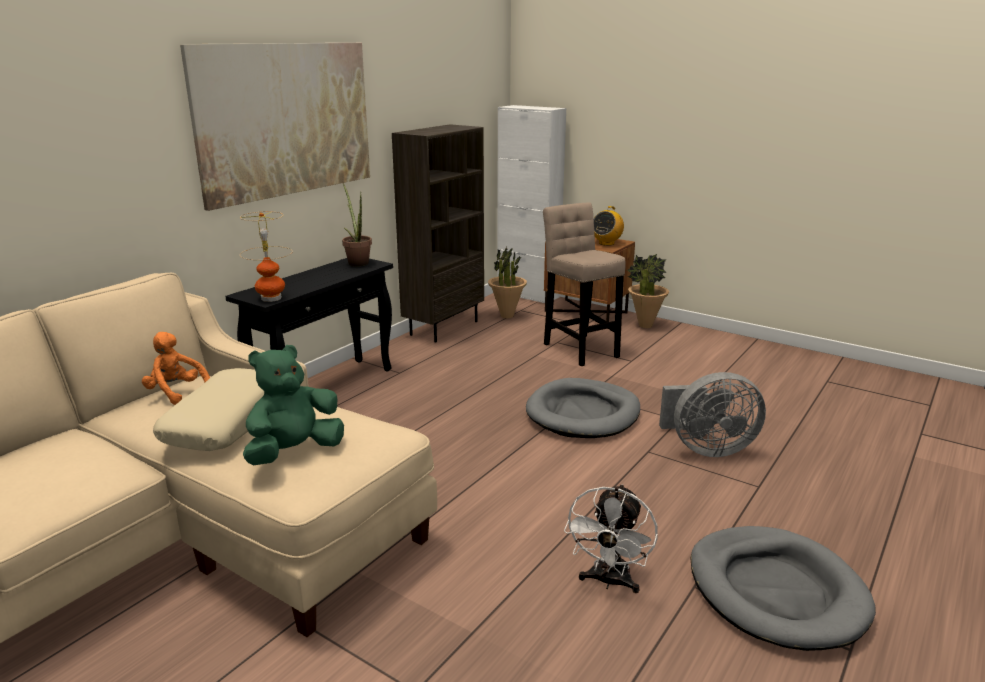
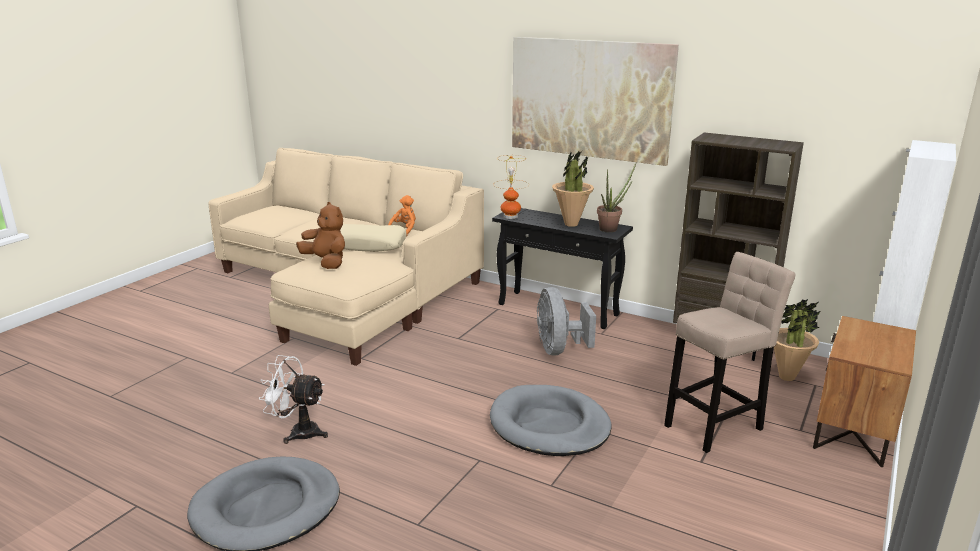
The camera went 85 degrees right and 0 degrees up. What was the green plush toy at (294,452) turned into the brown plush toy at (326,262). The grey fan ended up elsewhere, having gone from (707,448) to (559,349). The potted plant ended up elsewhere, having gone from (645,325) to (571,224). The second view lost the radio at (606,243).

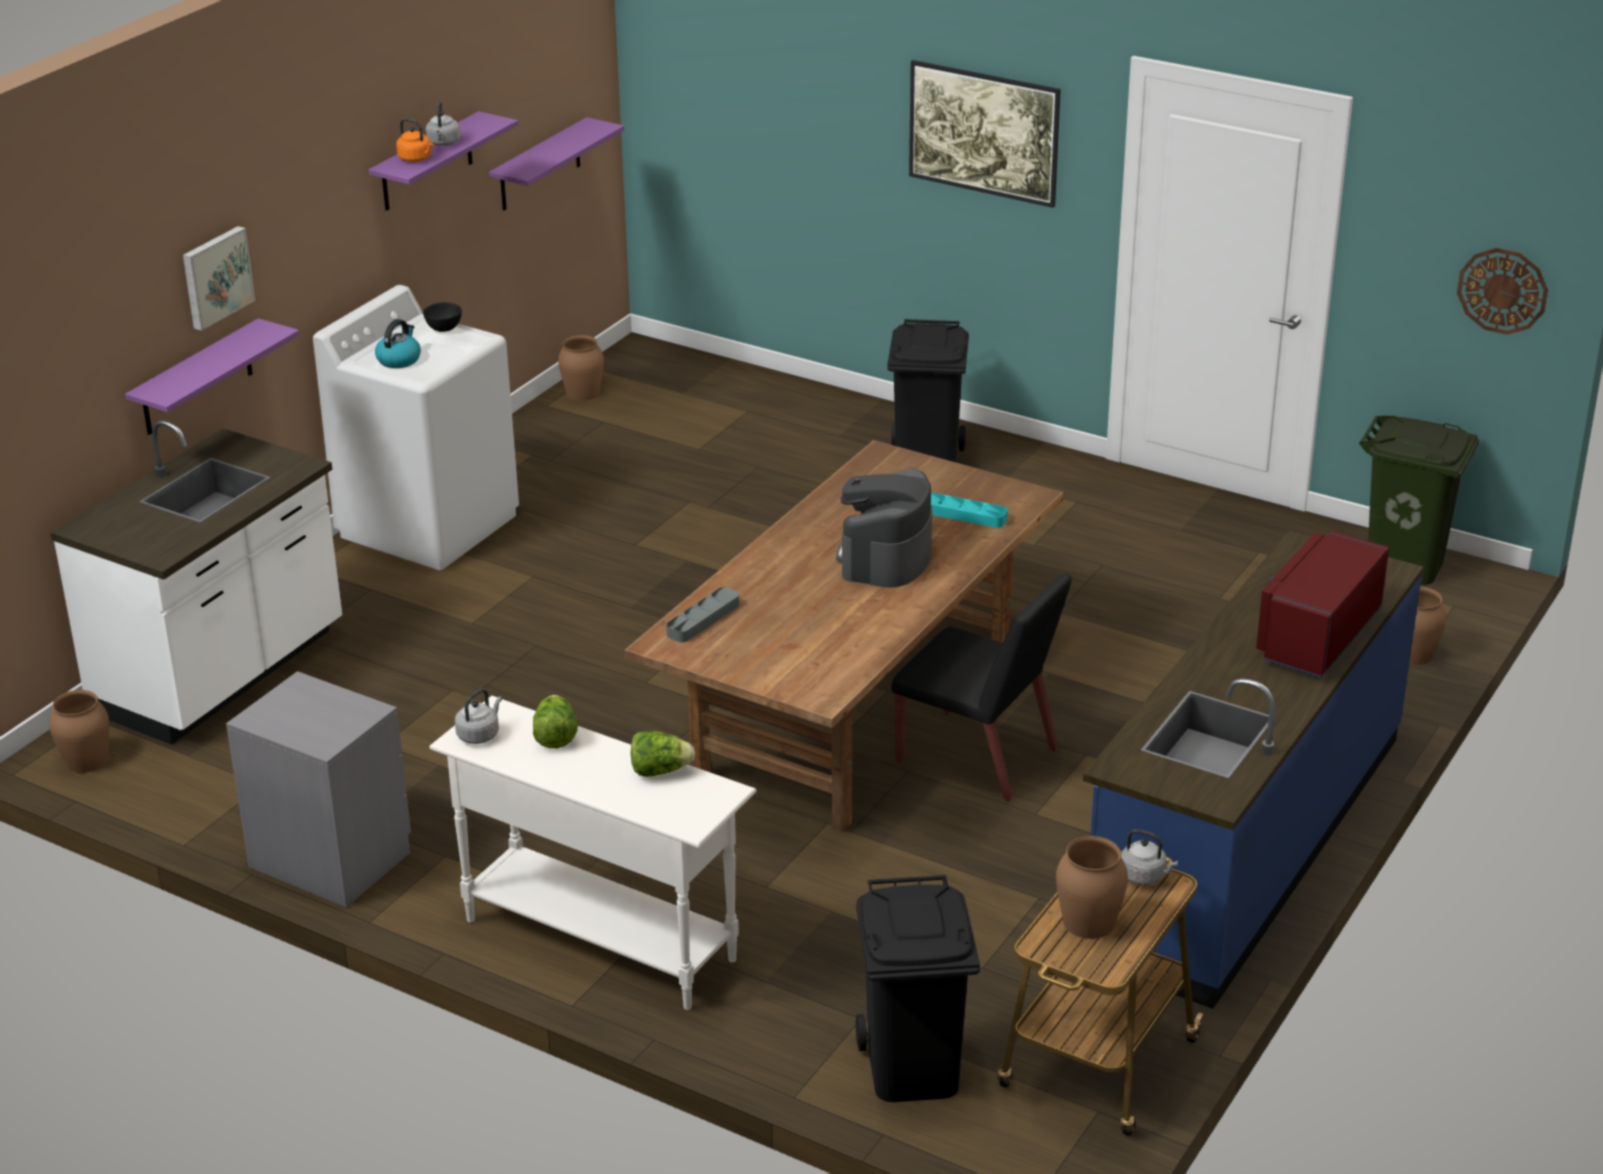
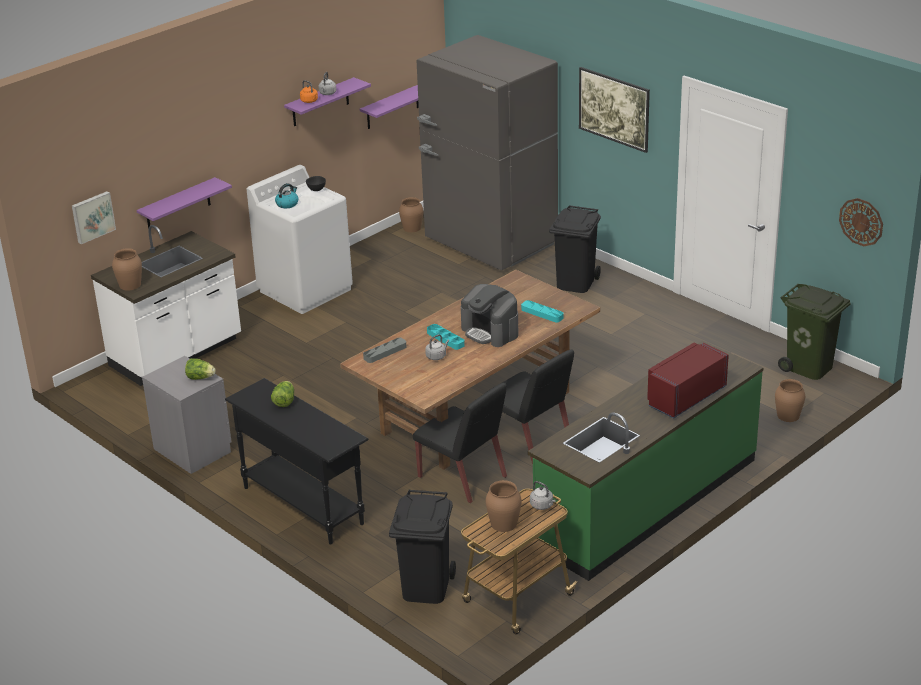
The camera went 15 degrees right and 0 degrees up. The picture ended up elsewhere, having gone from (215,277) to (92,217). The brown vase ended up elsewhere, having gone from (87,760) to (130,285). The lettuce ended up elsewhere, having gone from (660,771) to (200,378). What was the white console table at (599,939) turned into the black console table at (303,505). The second view gained the black chair at (463,477). The second view gained the grey fridge at (490,243). The grey kettle ended up elsewhere, having gone from (479,734) to (437,356). The second view gained the turquoise tray at (445,339). The coffee machine at (885,558) ended up facing another way, 75 degrees counterclockwise from before. What was the blue counter at (1244,843) turned into the green counter at (646,502).

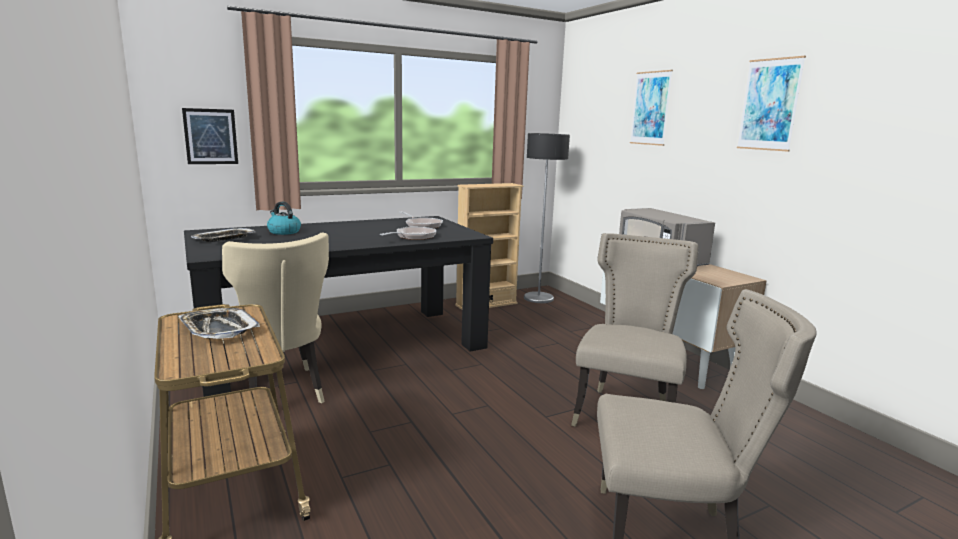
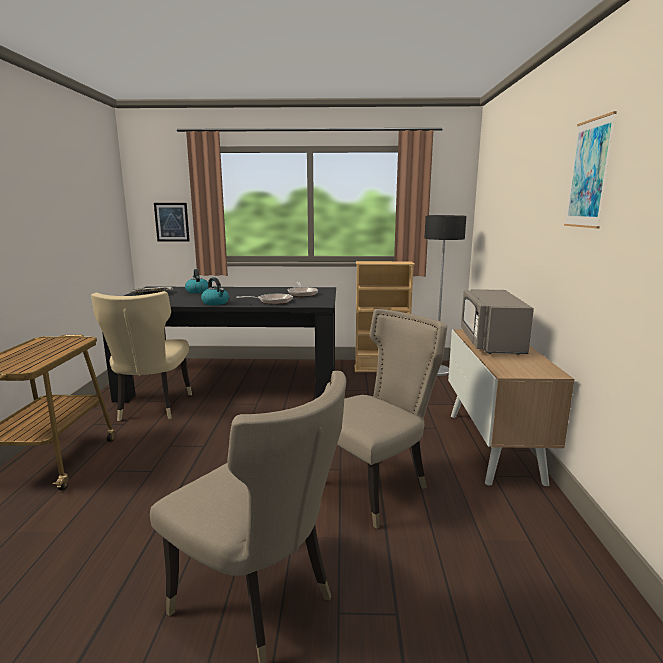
The camera went 30 degrees right and 0 degrees up. The second view gained the kettle at (216,303). The second view lost the tray at (218,329). The second view lost the picture at (650,108).

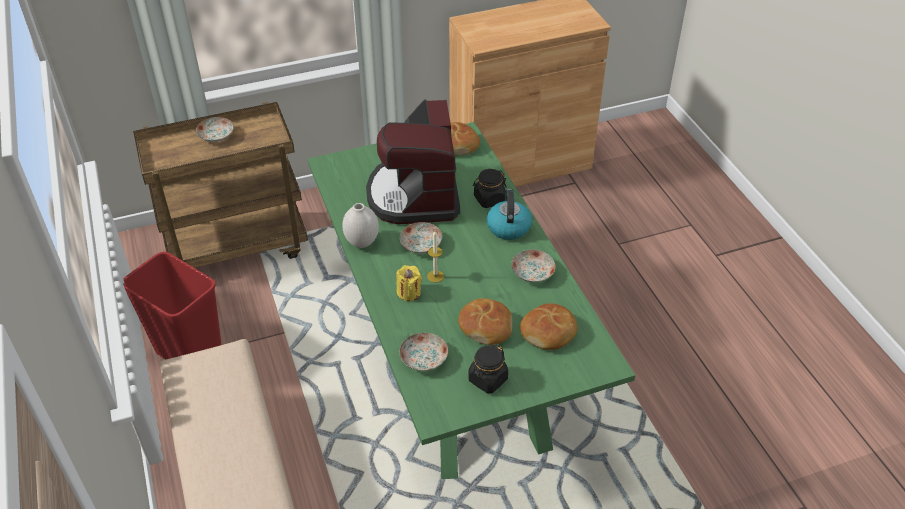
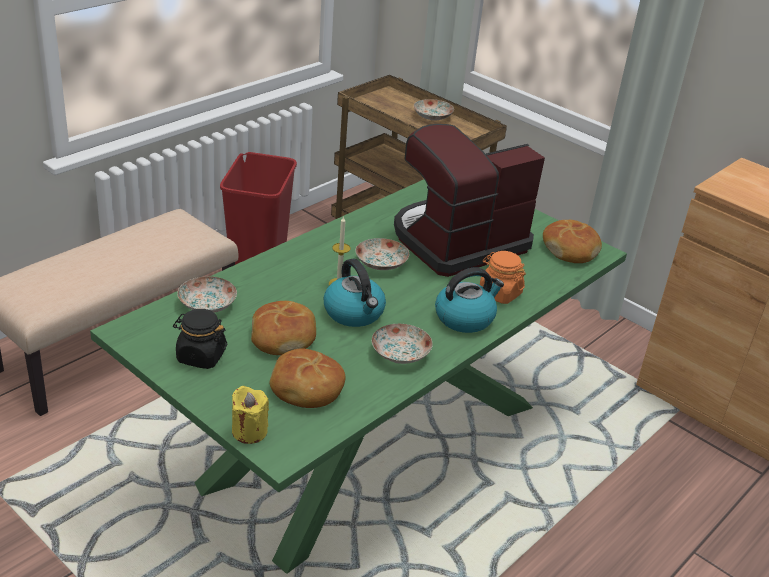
The camera went 60 degrees right and 10 degrees down. The yellow candle ended up elsewhere, having gone from (409,292) to (249,431). The second view gained the kettle at (354,313). What was the black jar at (489,199) turned into the orange jar at (499,293). The second view lost the white vase at (361,243).

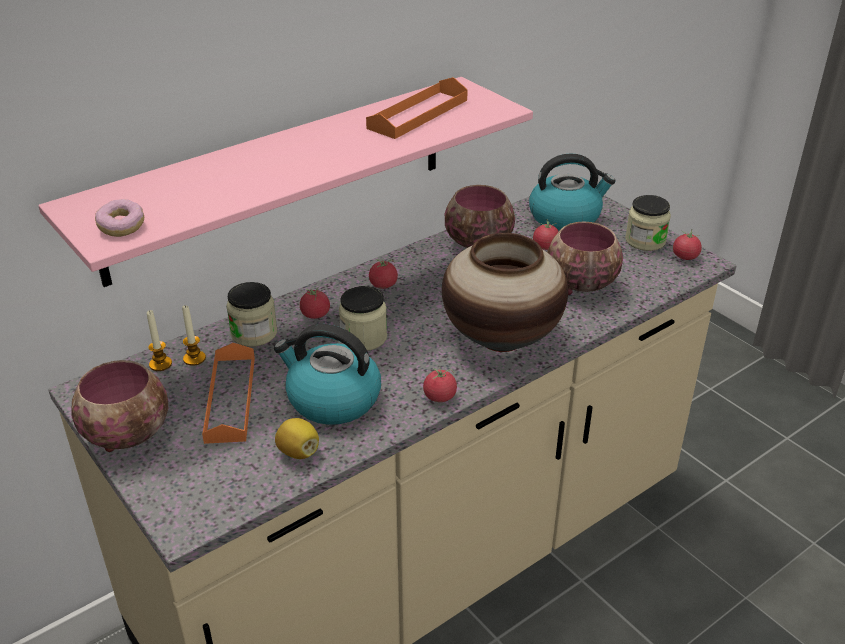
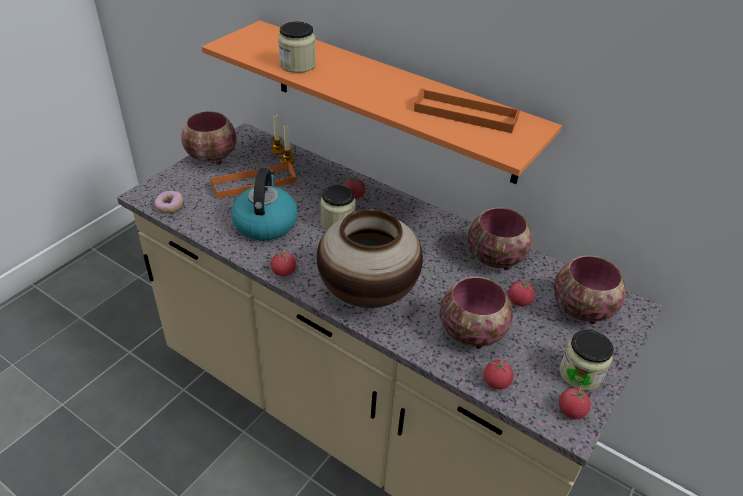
The camera went 70 degrees right and 5 degrees up. The donut ended up elsewhere, having gone from (121,227) to (170,207). What was the pink shelf at (280,178) turned into the orange shelf at (391,100). The jar ended up elsewhere, having gone from (254,333) to (297,65). The tomato ended up elsewhere, having gone from (383,285) to (496,382). Where the kettle stood at (565,217), the bowl came to stand at (581,308). The second view lost the lemon at (298,452).

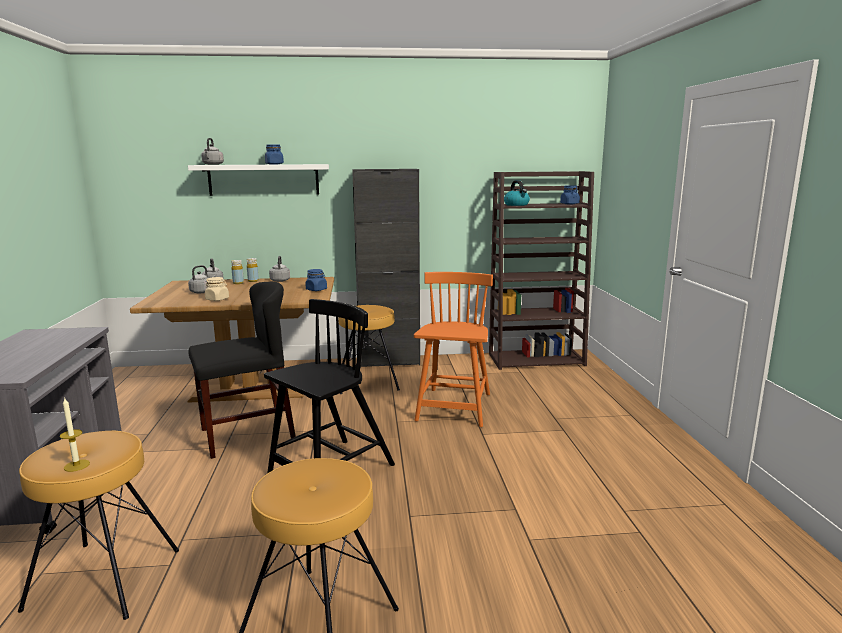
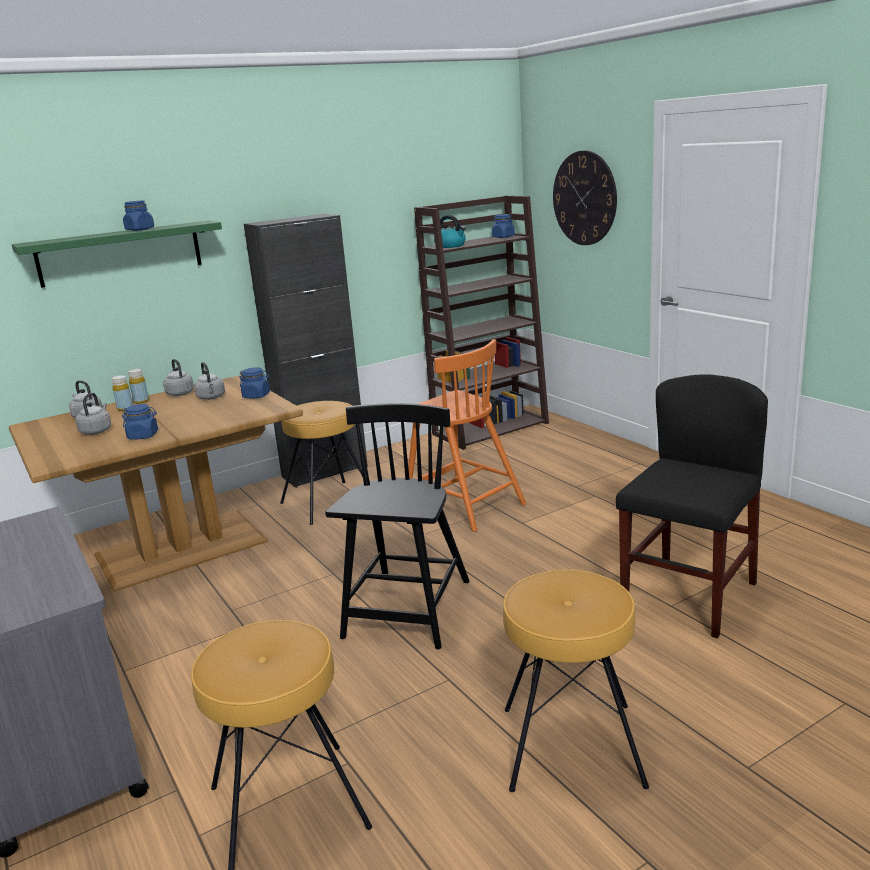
The camera went 25 degrees left and 5 degrees up. What was the white shelf at (263,179) turned into the green shelf at (120,253). What was the beige jar at (217,299) turned into the blue jar at (143,436). The grey kettle ended up elsewhere, having gone from (212,164) to (211,398). The orange chair at (454,408) ended up facing another way, 150 degrees clockwise from before. The second view gained the wall clock at (584,198). The black chair ended up elsewhere, having gone from (247,435) to (689,596). The second view lost the candle at (76,465).

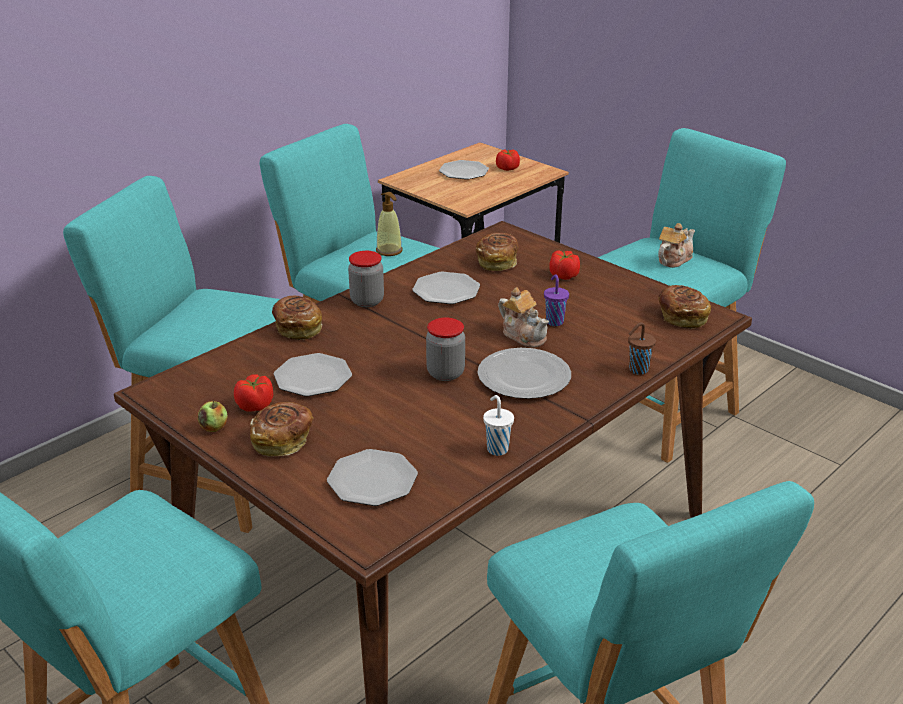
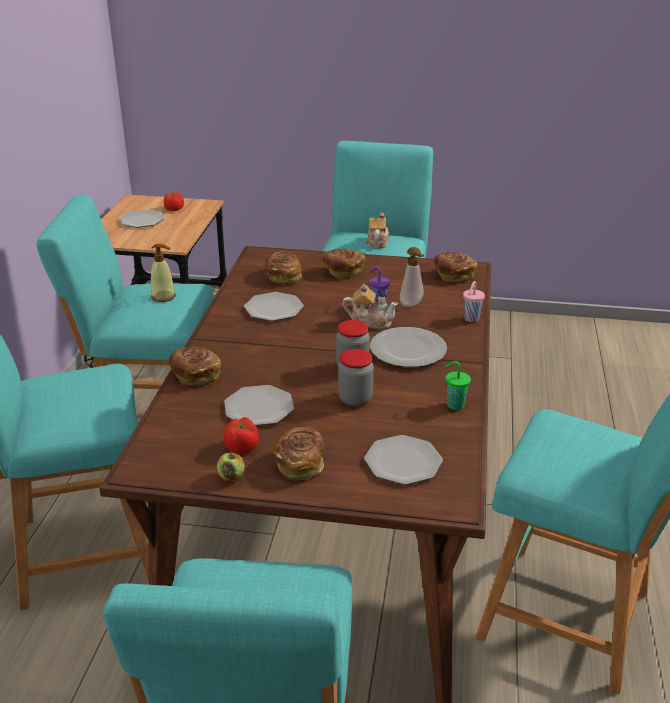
The camera went 35 degrees left and 0 degrees up. Where the tomato stood at (563,275), the bread came to stand at (342,272). The jar ended up elsewhere, having gone from (367,301) to (355,399). The second view gained the soap dispenser at (412,305). What was the white cup at (497,449) turned into the green cup at (454,405). What was the brown cup at (637,370) turned into the pink cup at (471,319).

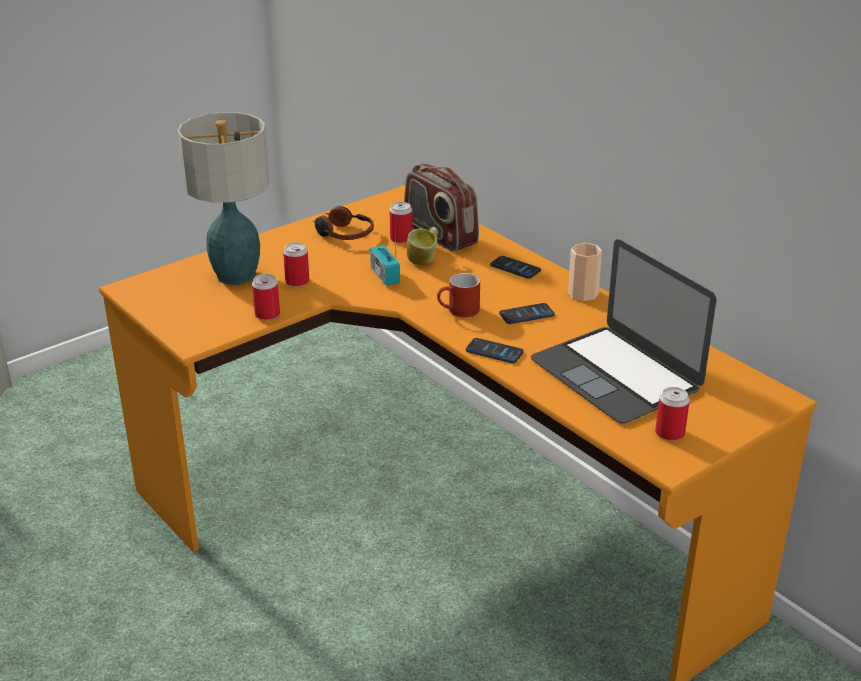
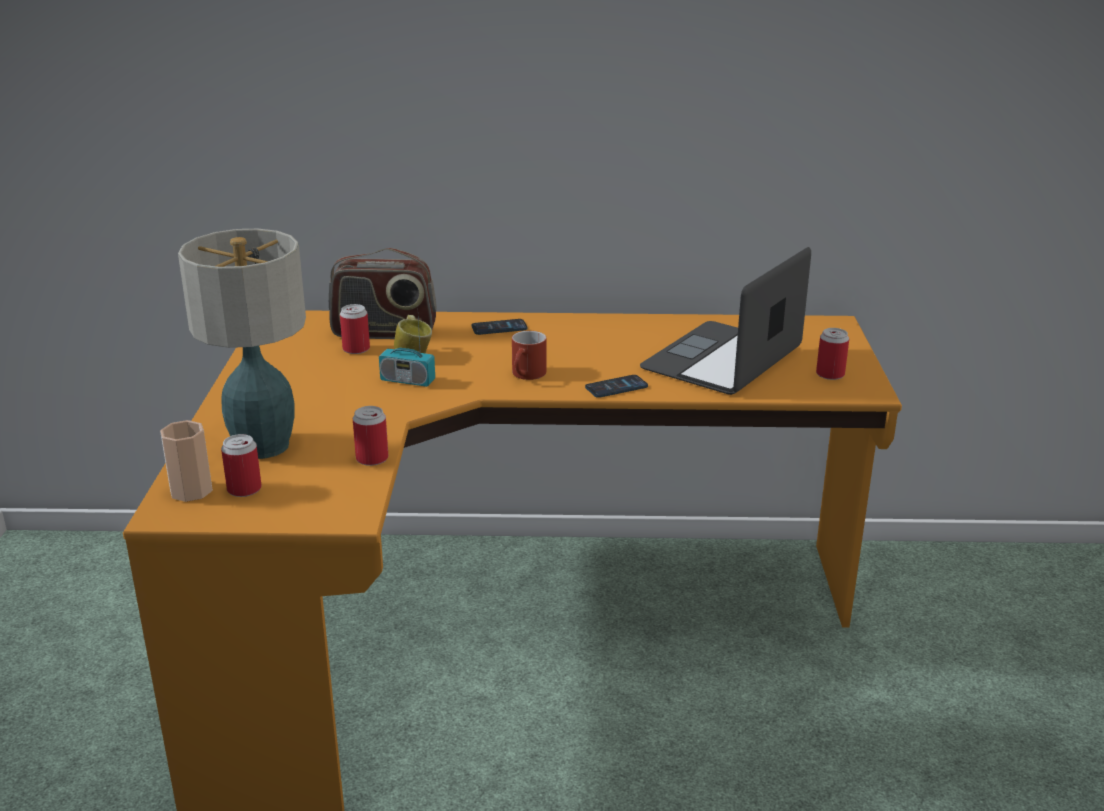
The camera went 50 degrees left and 5 degrees down. The cup ended up elsewhere, having gone from (583,294) to (191,491). The can ended up elsewhere, having gone from (297,282) to (244,489). The laptop at (615,374) ended up facing another way, 120 degrees clockwise from before. The second view lost the headphones at (343,233). The second view lost the phone at (526,314).

